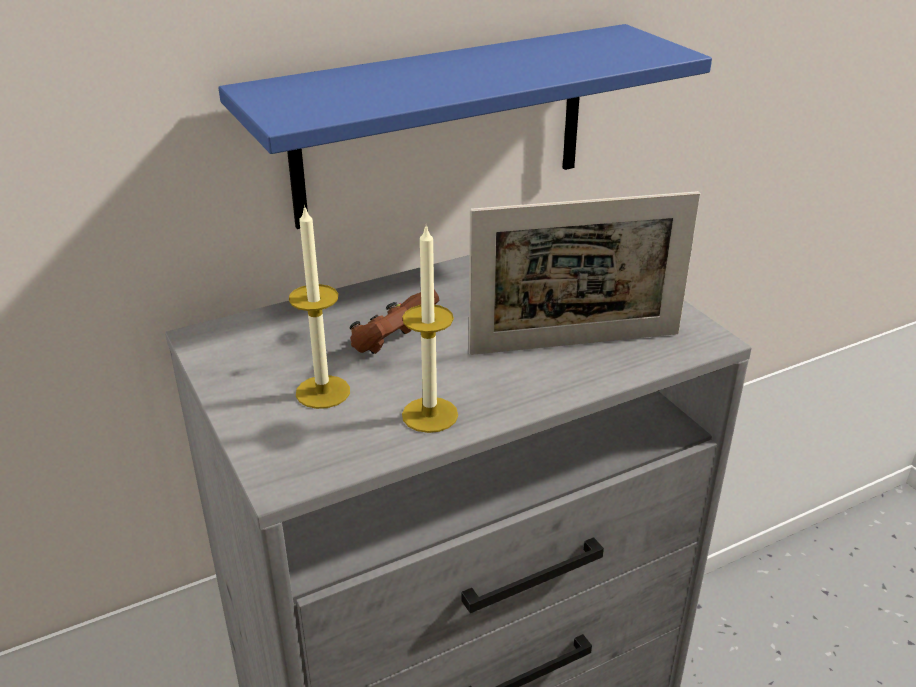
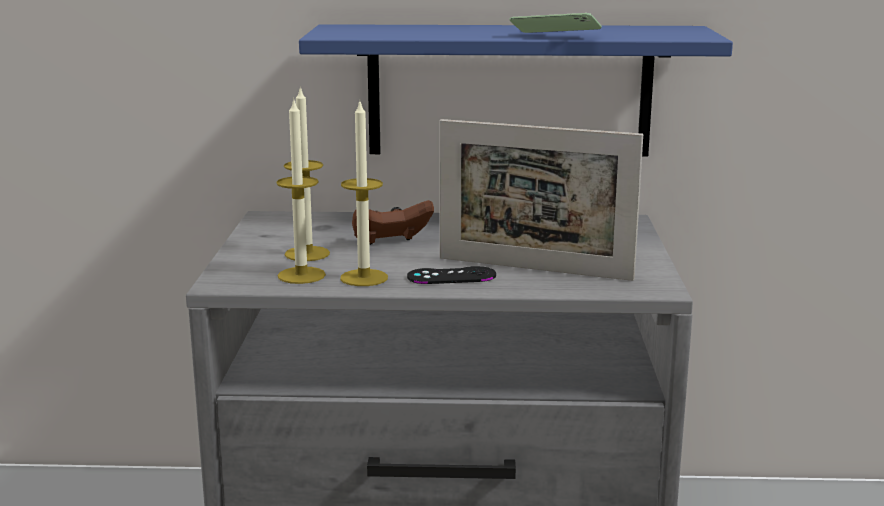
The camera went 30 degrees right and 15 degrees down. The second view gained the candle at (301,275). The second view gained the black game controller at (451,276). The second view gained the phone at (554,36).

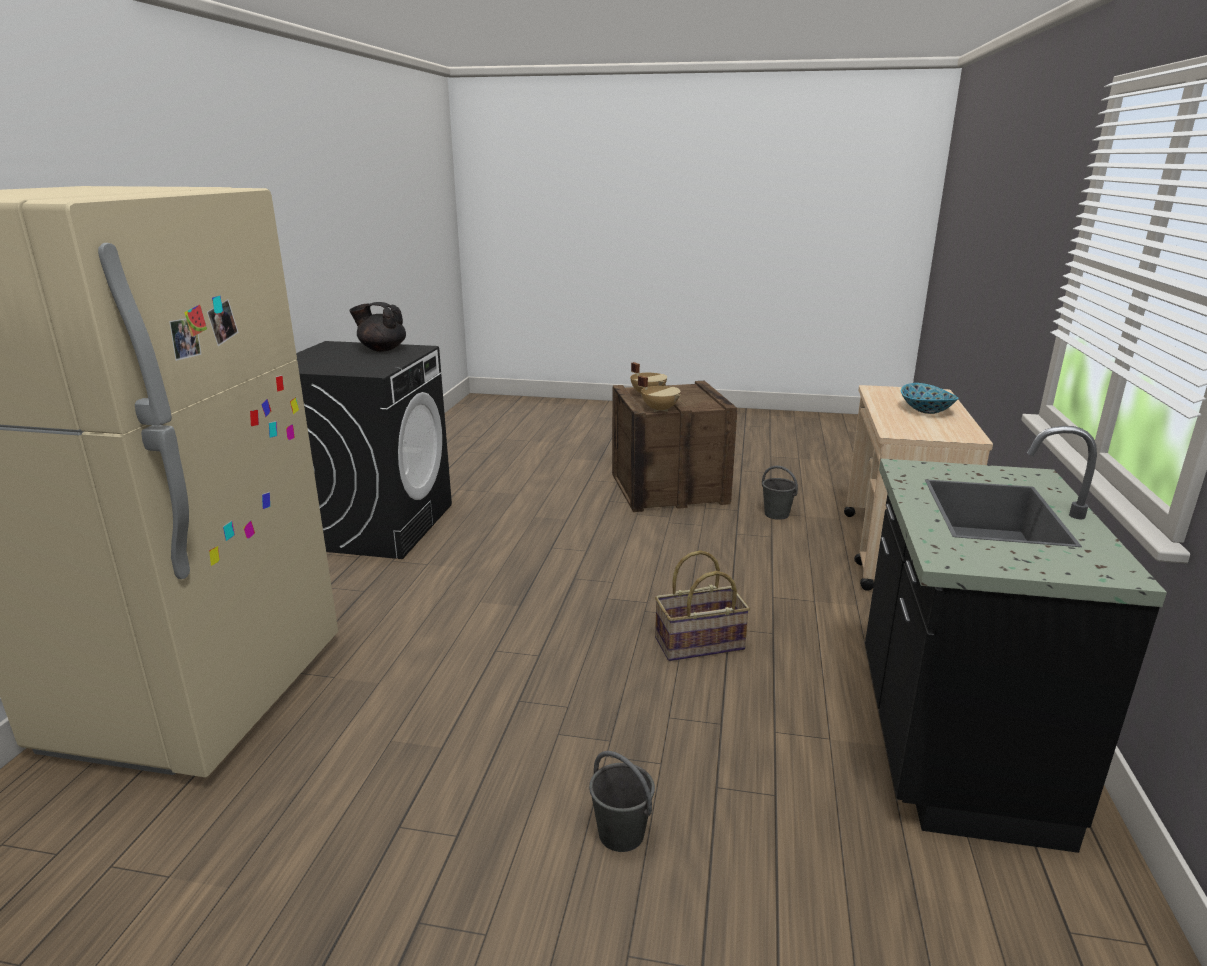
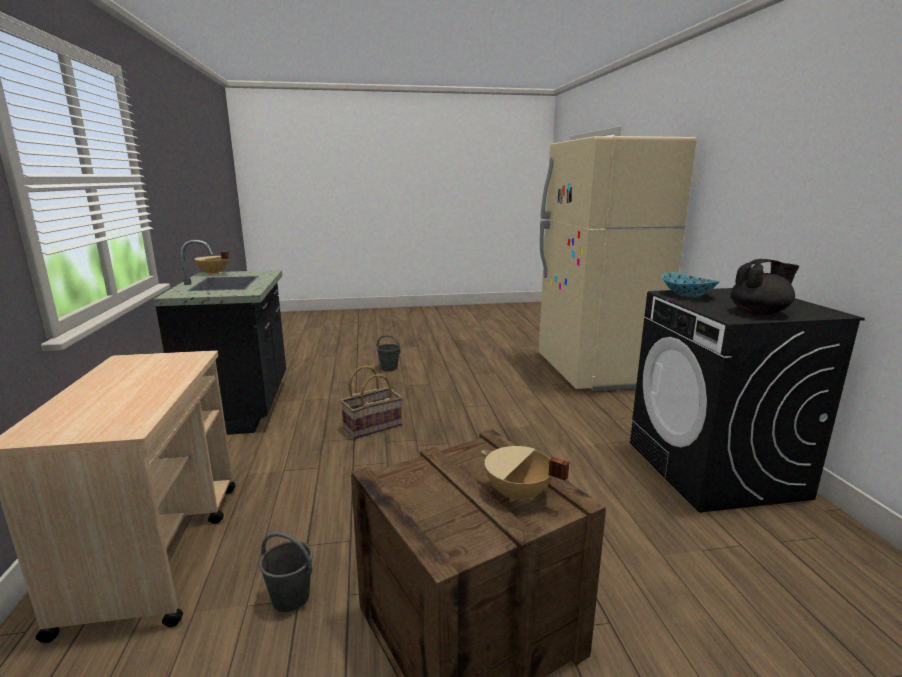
The camera went 160 degrees right and 5 degrees down. The beige cooking pot ended up elsewhere, having gone from (660,409) to (213,274). The bowl ended up elsewhere, having gone from (925,410) to (687,295).

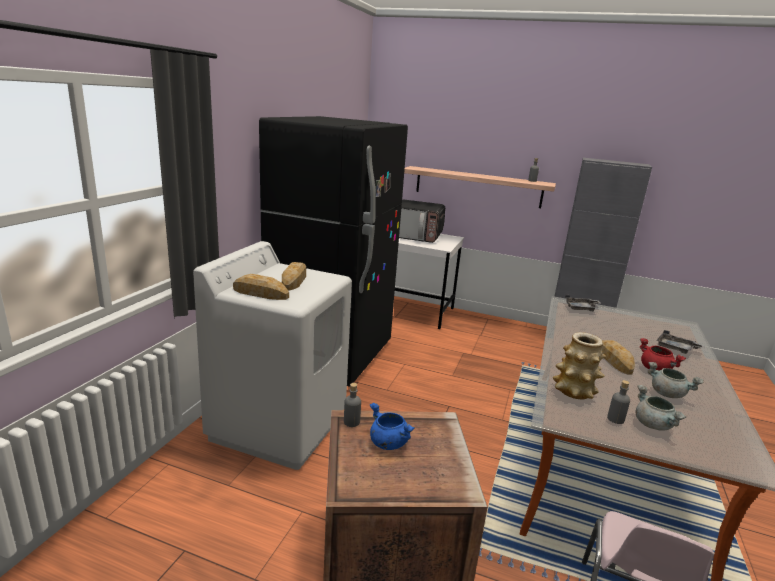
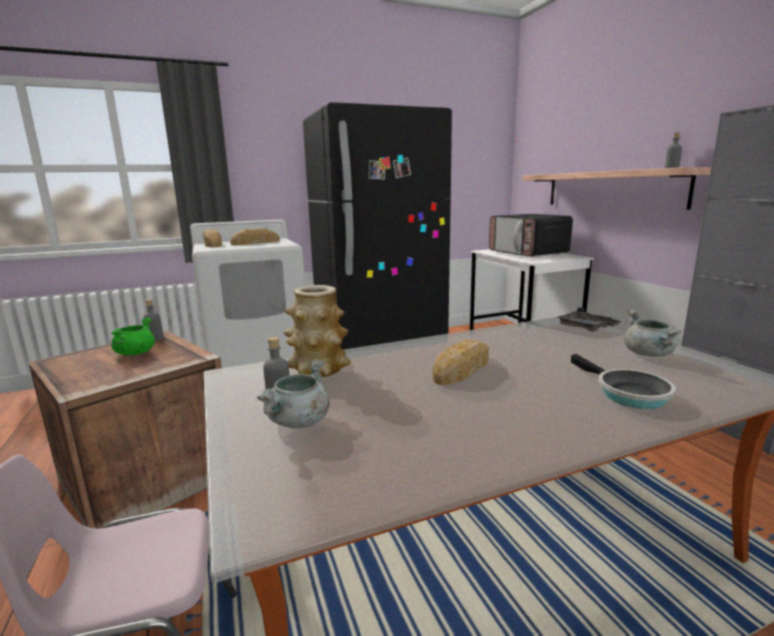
The camera went 50 degrees right and 5 degrees down. What was the blue cooking pot at (387,442) turned into the green cooking pot at (135,353). Where the grey tray stood at (676,348), the frying pan came to stand at (627,393). The grey cooking pot ended up elsewhere, having gone from (667,394) to (649,354). The second view lost the red cooking pot at (656,369).

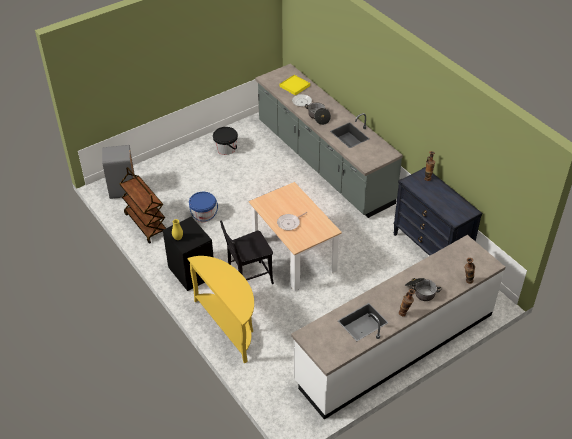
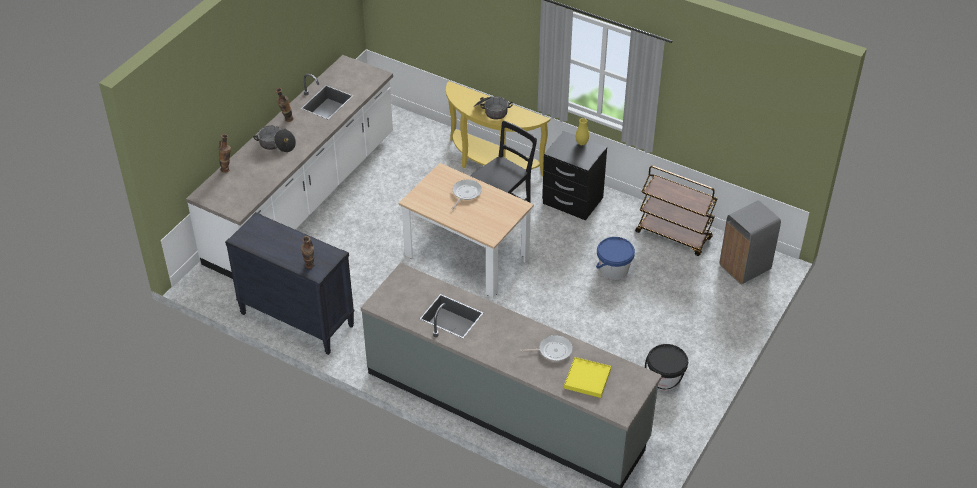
The camera went 155 degrees right and 0 degrees up. The cooking pot ended up elsewhere, having gone from (318,117) to (491,111).

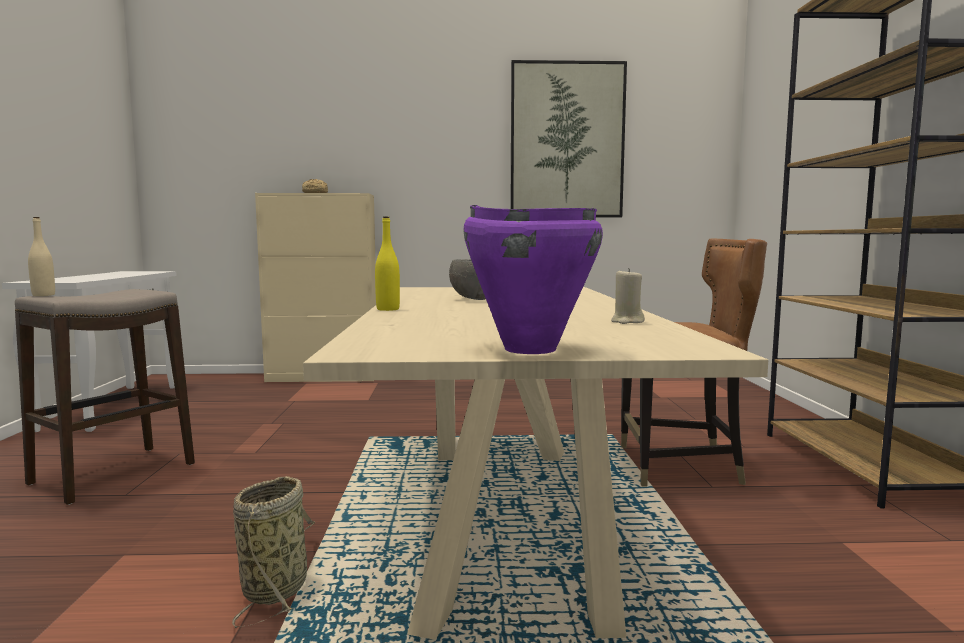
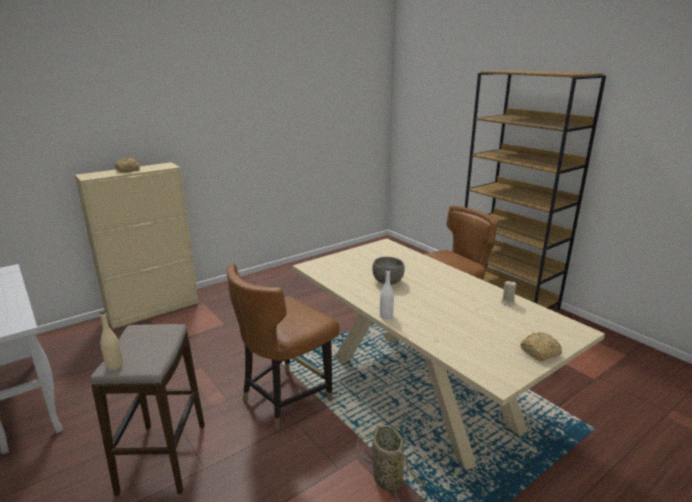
The camera went 35 degrees left and 15 degrees up. The second view gained the brown chair at (285,398). What was the yellow bottle at (388,309) turned into the white bottle at (386,316). Where the purple cooking pot stood at (529,349), the bread came to stand at (539,352). The second view lost the picture at (567,141).

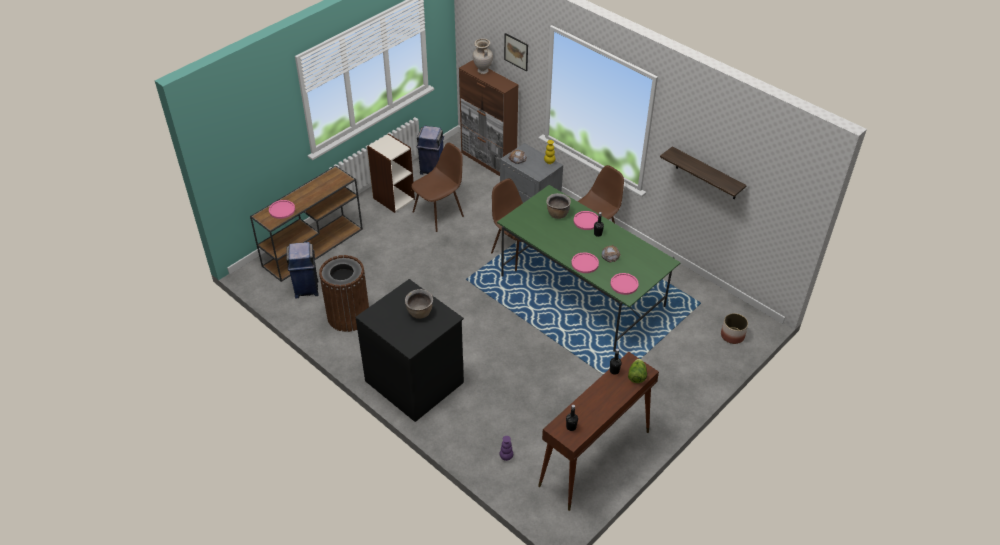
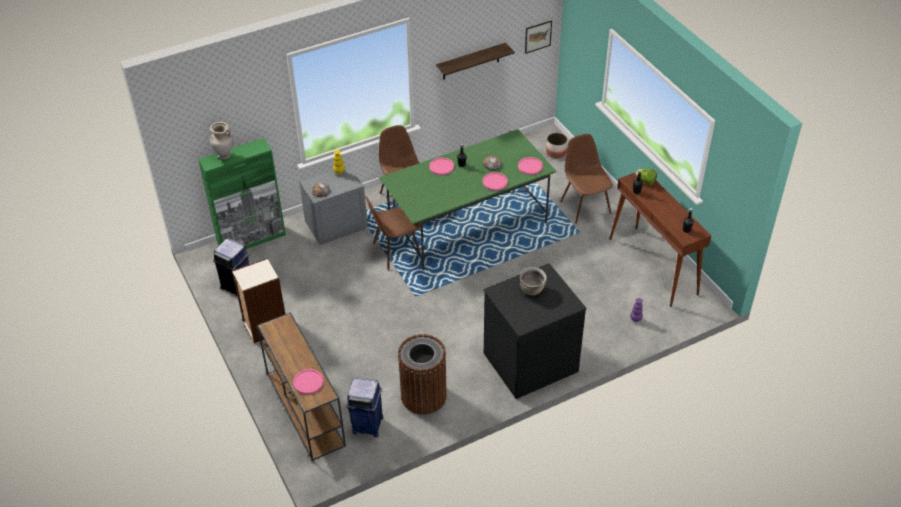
The camera went 70 degrees left and 0 degrees up. What was the brown cabinet at (488,161) turned into the green cabinet at (252,239). The picture ended up elsewhere, having gone from (516,52) to (538,36). The brown chair ended up elsewhere, having gone from (439,213) to (585,206). The second view lost the brown cooking pot at (557,214).

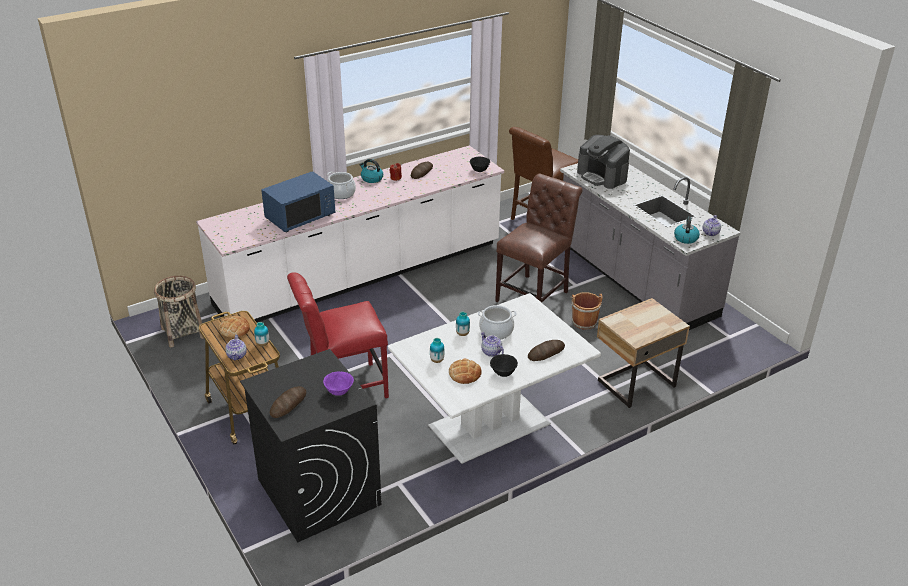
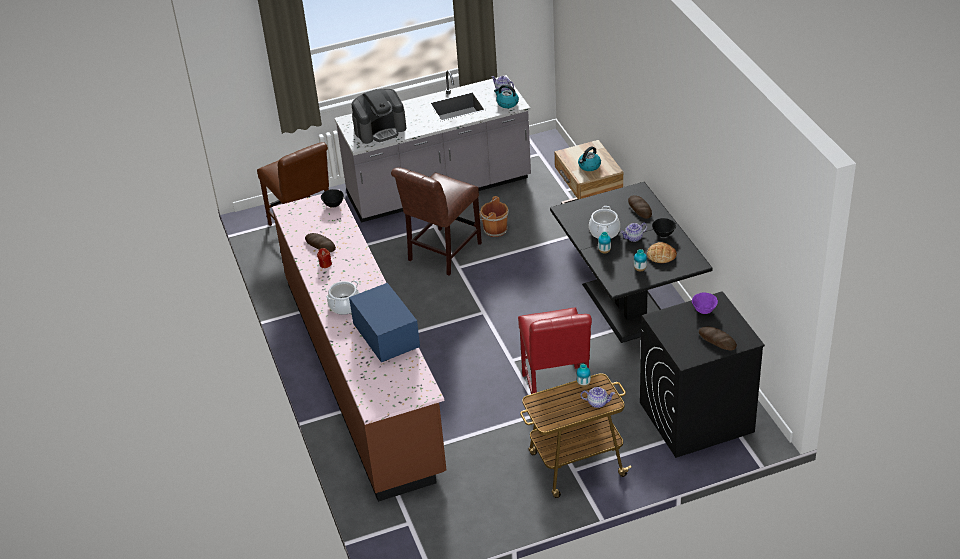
The camera went 75 degrees left and 5 degrees up. What was the white counter at (361,275) turned into the brown counter at (363,373). The brown chair at (535,294) ended up facing another way, 105 degrees counterclockwise from before. What was the white dining table at (490,425) turned into the black dining table at (627,305). The kettle ended up elsewhere, having gone from (371,178) to (589,166). The second view lost the basket at (183,332). The second view lost the bread at (234,330).

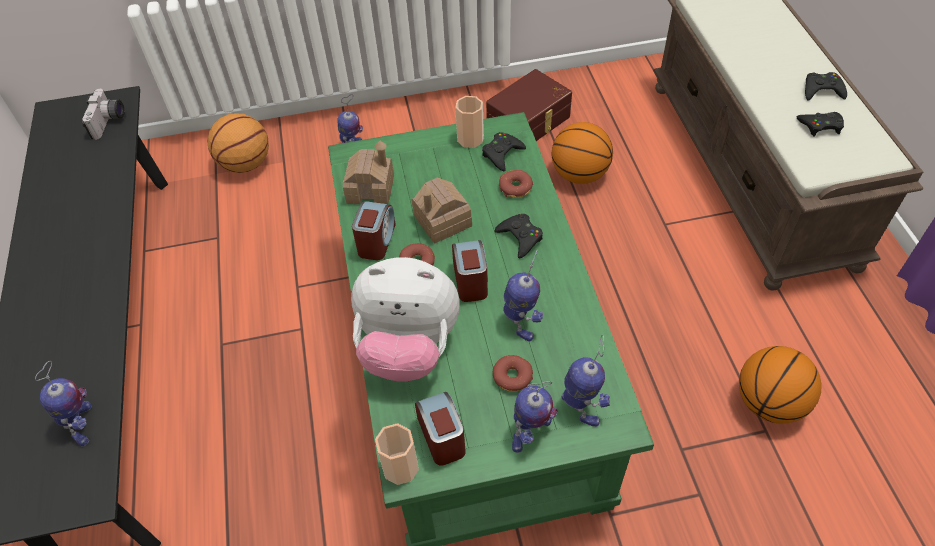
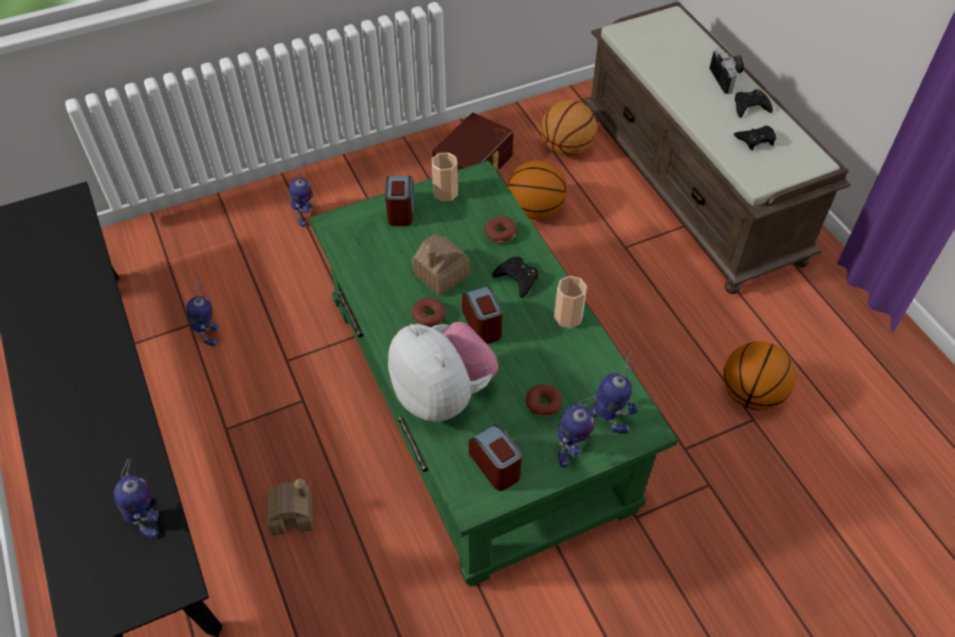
The camera went 15 degrees left and 0 degrees up. The toy robot ended up elsewhere, having gone from (521,323) to (208,334). The toy house ended up elsewhere, having gone from (371,189) to (292,514). The alarm clock ended up elsewhere, having gone from (376,240) to (401,210). The plush toy at (408,348) ended up facing another way, 120 degrees counterclockwise from before. The basketball ended up elsewhere, having gone from (245,164) to (566,148). The cup ended up elsewhere, having gone from (400,467) to (568,317). The photo camera ended up elsewhere, having gone from (109,122) to (728,78). The second view lost the black game controller at (502,154).

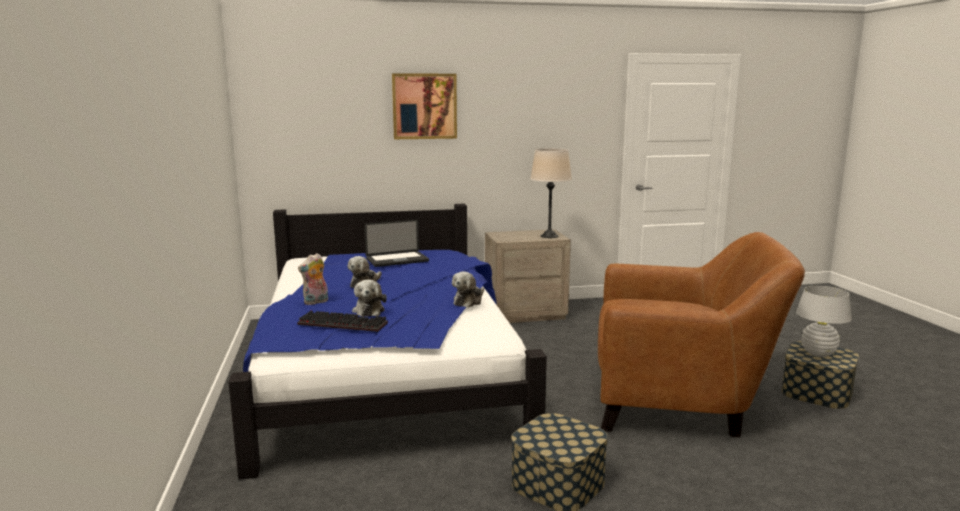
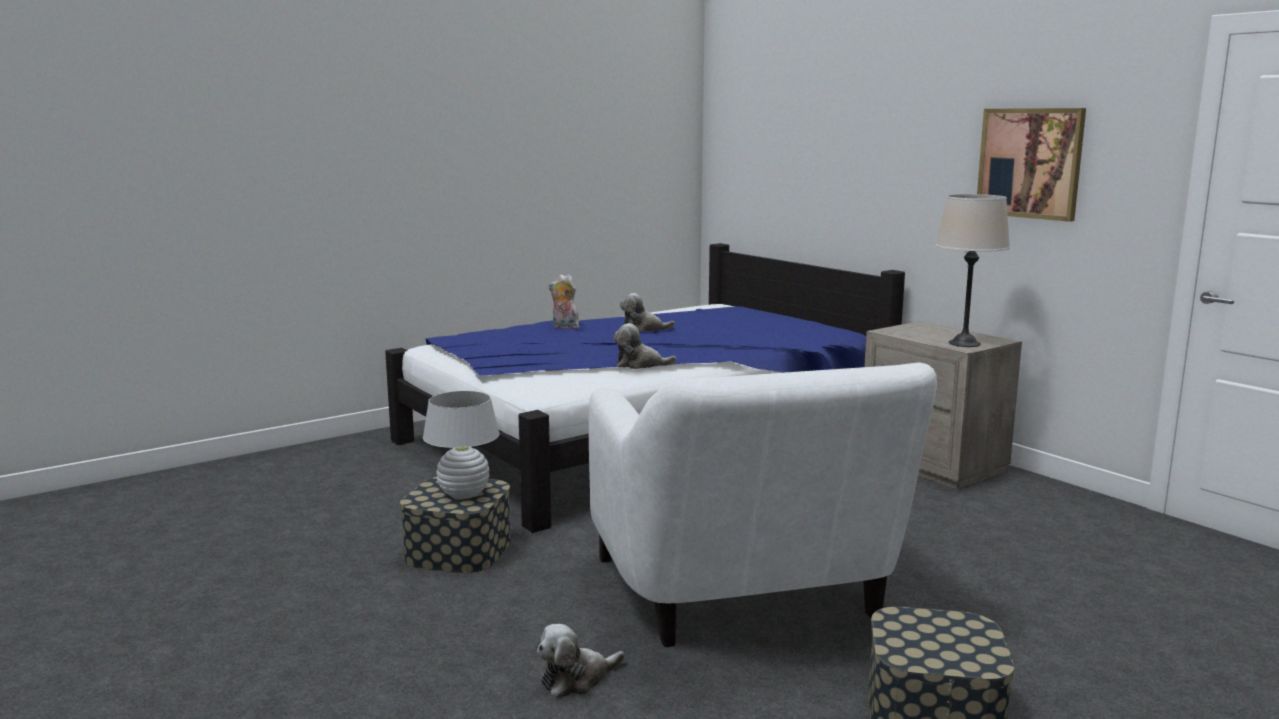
The camera went 65 degrees right and 0 degrees up. The white table lamp ended up elsewhere, having gone from (818,353) to (464,494). The plush toy ended up elsewhere, having gone from (369,310) to (576,679). What was the brown armchair at (681,400) turned into the white armchair at (747,596). The picture ended up elsewhere, having gone from (424,106) to (1030,163). The second view lost the keyboard at (344,323). The second view lost the laptop at (397,260).

